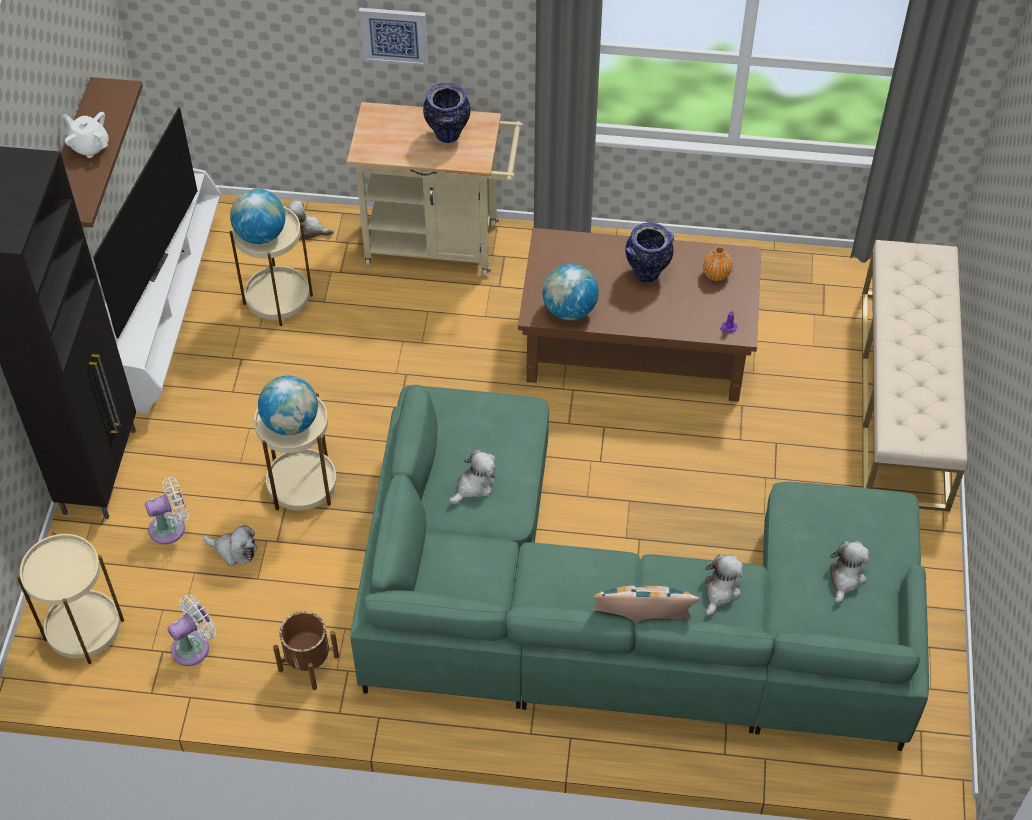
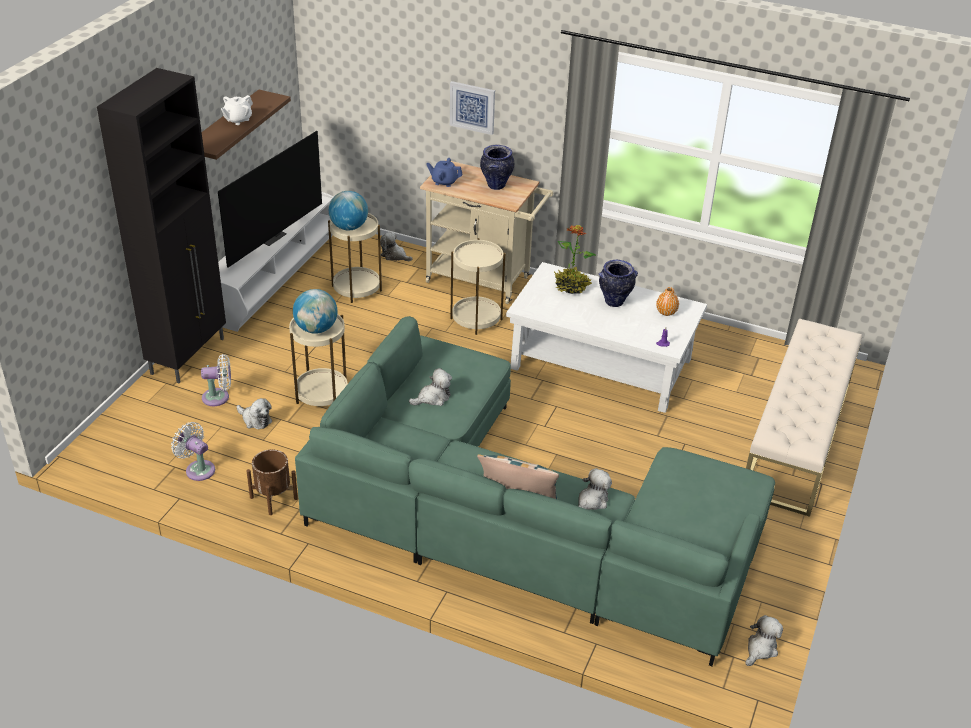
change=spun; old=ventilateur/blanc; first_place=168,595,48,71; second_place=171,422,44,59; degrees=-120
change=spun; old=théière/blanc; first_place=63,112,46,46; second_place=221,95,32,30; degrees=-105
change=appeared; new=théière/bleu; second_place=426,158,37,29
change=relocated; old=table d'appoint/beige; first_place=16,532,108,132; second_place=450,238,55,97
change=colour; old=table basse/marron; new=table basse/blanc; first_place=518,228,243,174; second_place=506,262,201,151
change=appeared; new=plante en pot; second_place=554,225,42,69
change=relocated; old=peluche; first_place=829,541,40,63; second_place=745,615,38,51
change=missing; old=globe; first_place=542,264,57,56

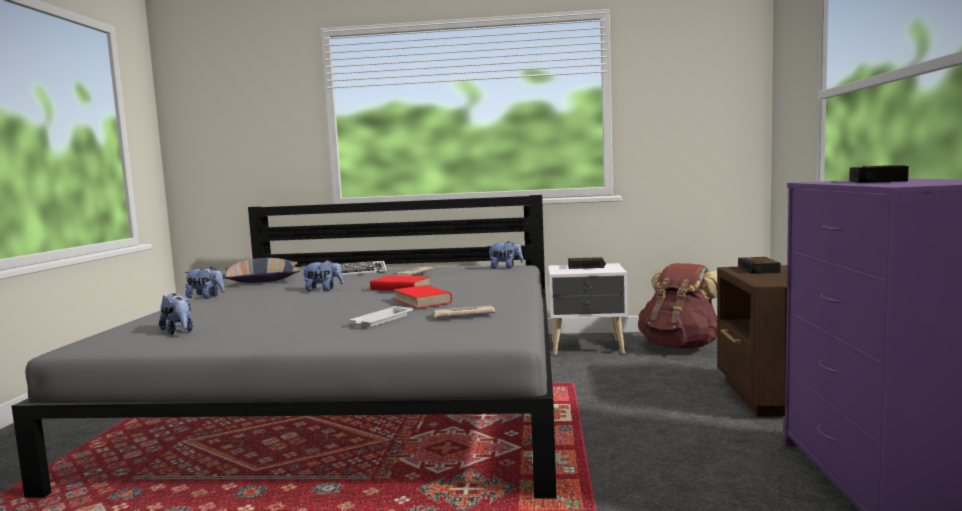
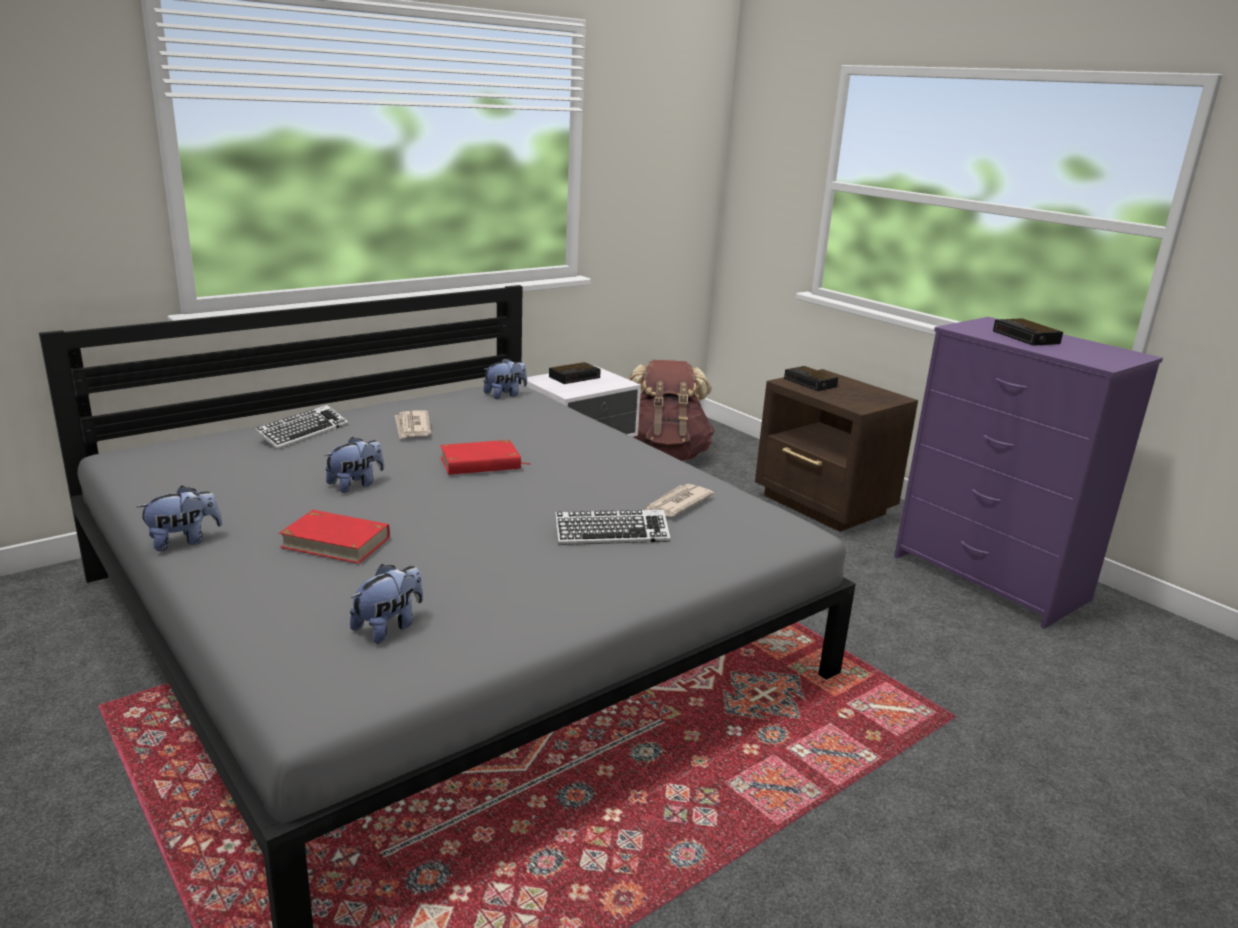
change=relocated; old=livre/rouge; first_place=394,285,58,23; second_place=279,510,111,54
change=spun; old=peluche; first_place=159,292,34,43; second_place=350,564,73,80; degrees=-60
change=exchanged; old=plateau/blanc; new=clavier; first_place=350,306,63,21; second_place=555,509,116,36
change=missing; old=coussin; first_place=222,258,78,25

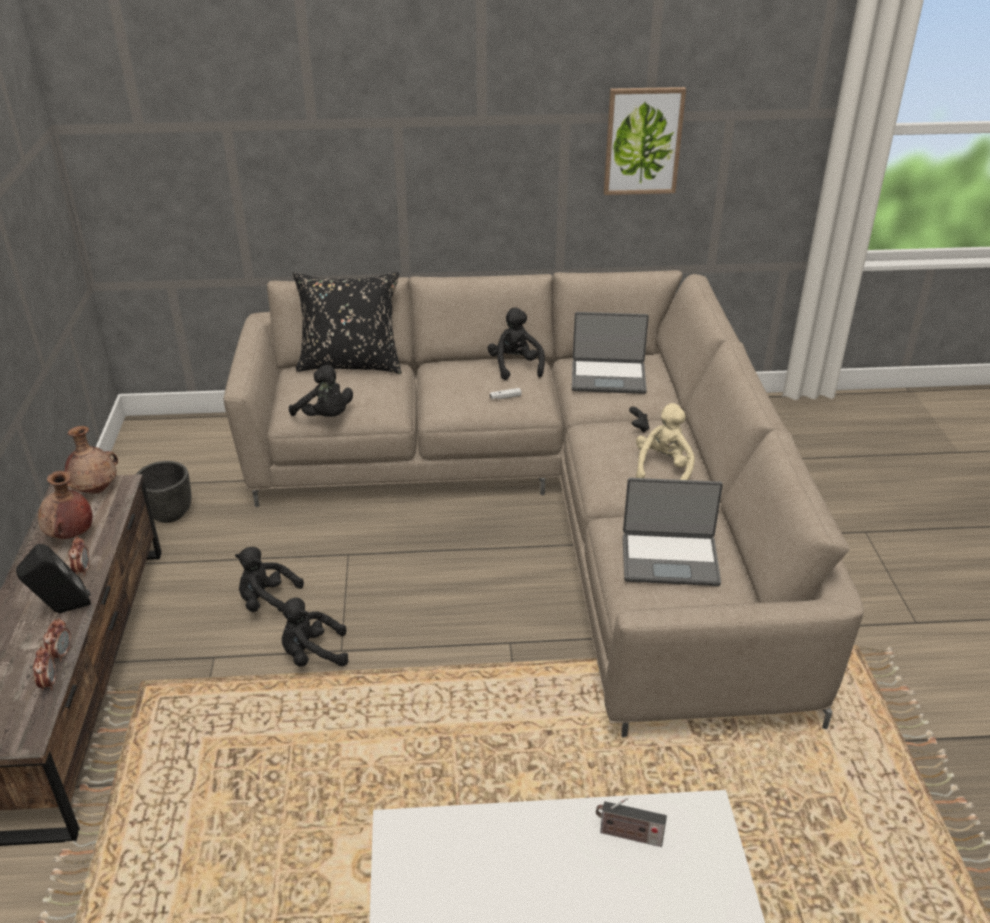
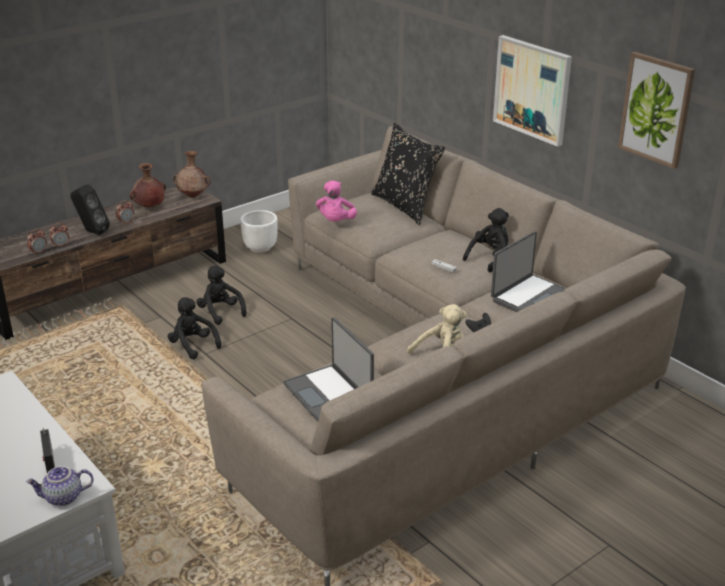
change=appeared; new=théière; second_place=26,466,68,40
change=colour; old=cache-pot/noir; new=cache-pot/blanc; first_place=136,461,56,62; second_place=240,210,38,43
change=colour; old=peluche/noir; new=peluche/rose; first_place=289,365,64,52; second_place=316,180,41,41
change=spun; old=ordinateur portable; first_place=572,312,77,82; second_place=491,231,75,81; degrees=-105
change=appeared; new=tableau; second_place=493,35,79,112

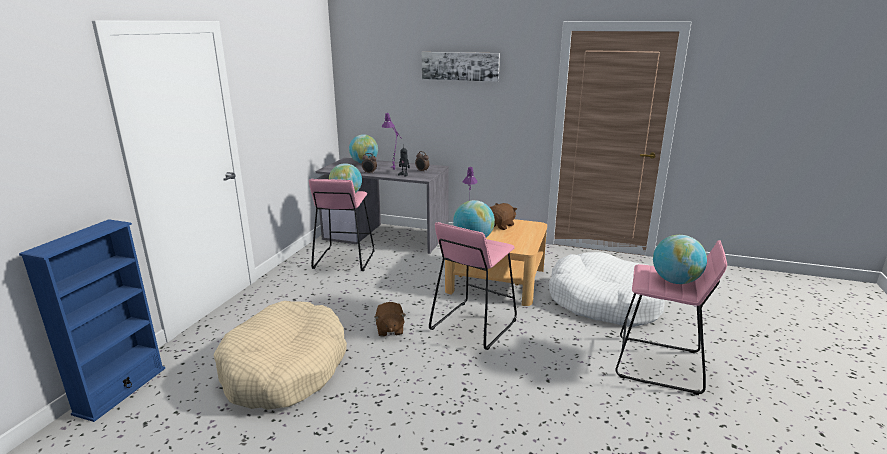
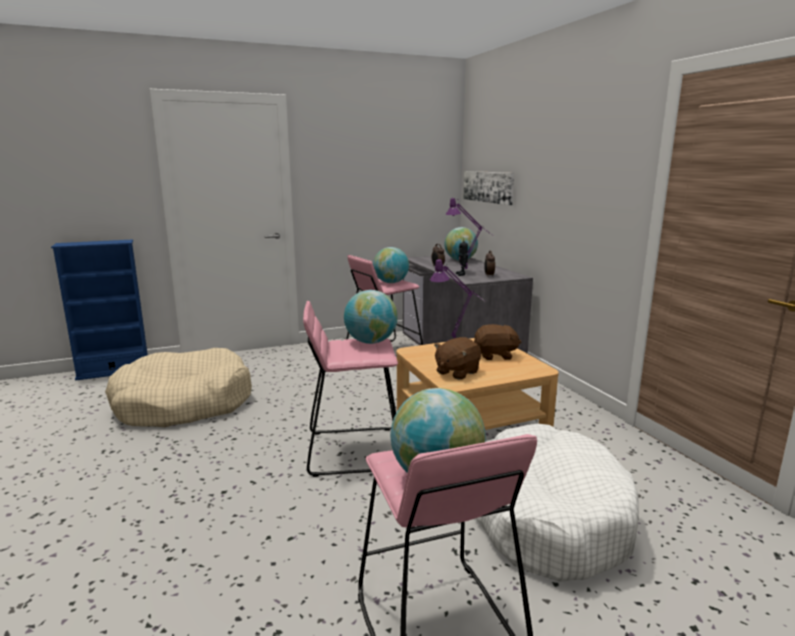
change=relocated; old=peluche/marron; first_place=374,302,32,34; second_place=434,337,47,43
change=relocated; old=tableau; first_place=422,52,78,30; second_place=463,171,51,34

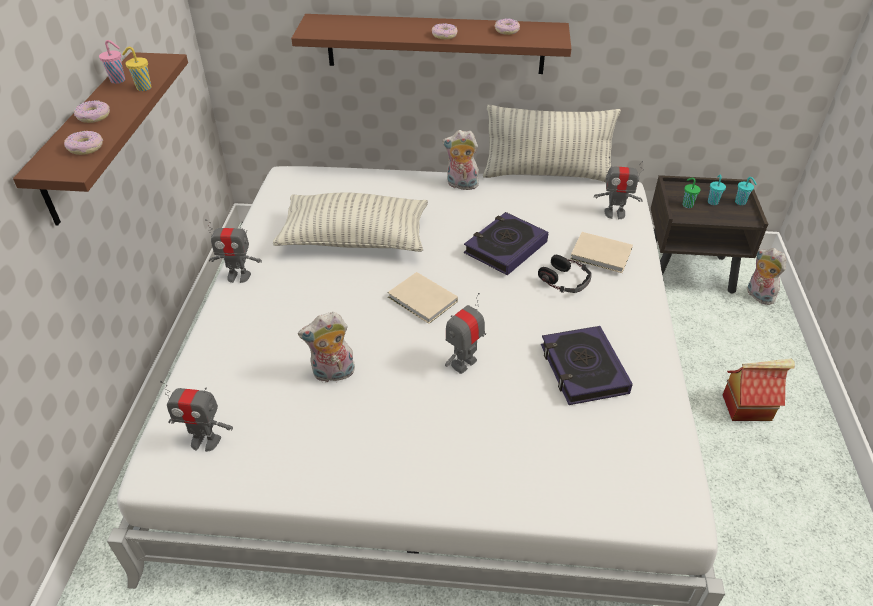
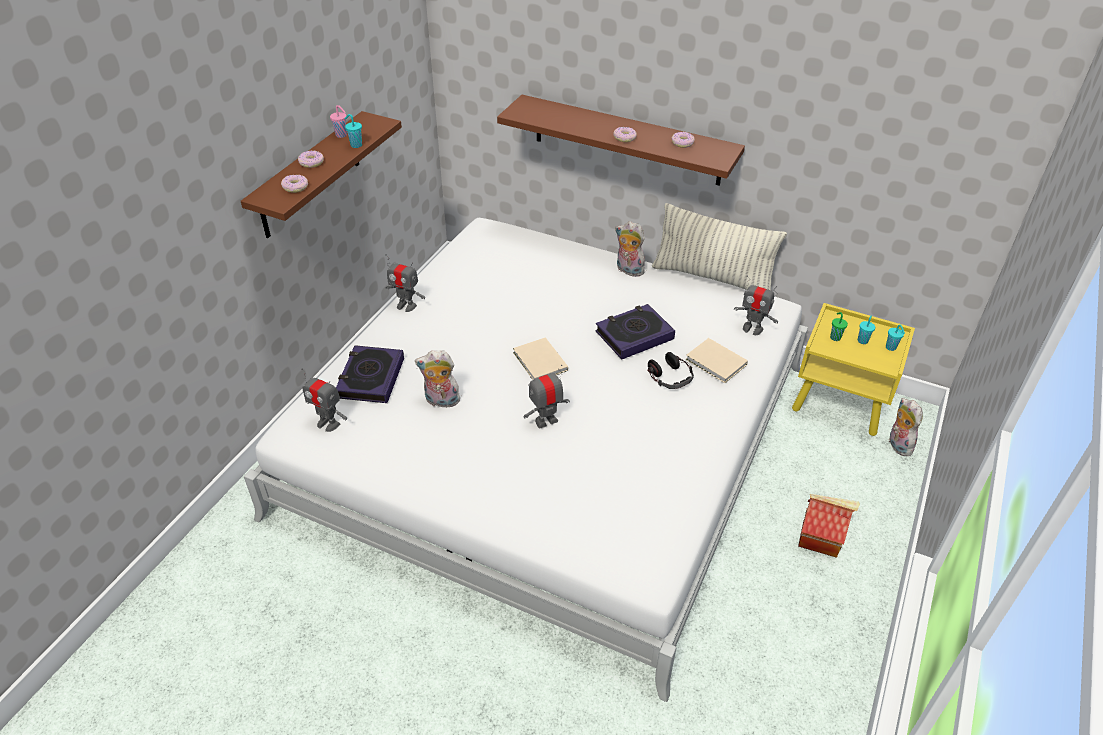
change=relocated; old=livre; first_place=541,326,92,79; second_place=336,345,68,58
change=colour; old=tasse/jaune; new=tasse/turquoise; first_place=122,47,29,44; second_place=345,114,17,34
change=colour; old=table de chevet/marron; new=table de chevet/jaune; first_place=651,175,117,118; second_place=792,303,123,133
change=missing; old=coussin; first_place=273,192,155,60

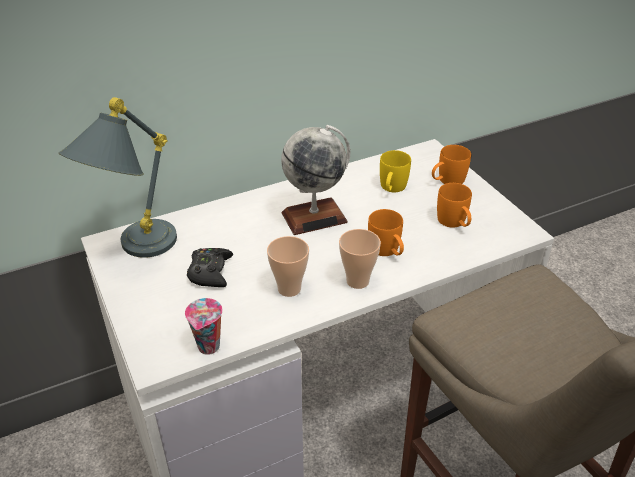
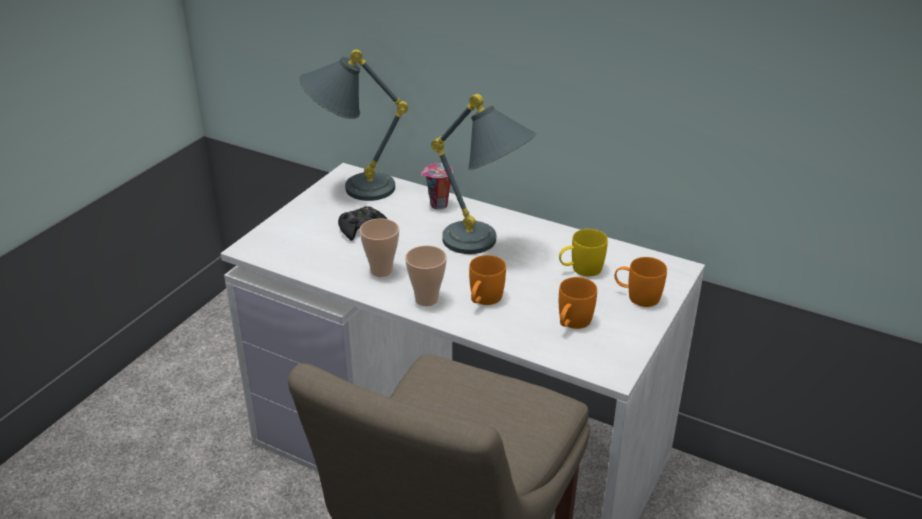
change=relocated; old=tasse; first_place=185,298,38,57; second_place=421,164,32,46
change=exchanged; old=globe; new=lampe de table/gris; first_place=281,125,69,110; second_place=431,94,106,160

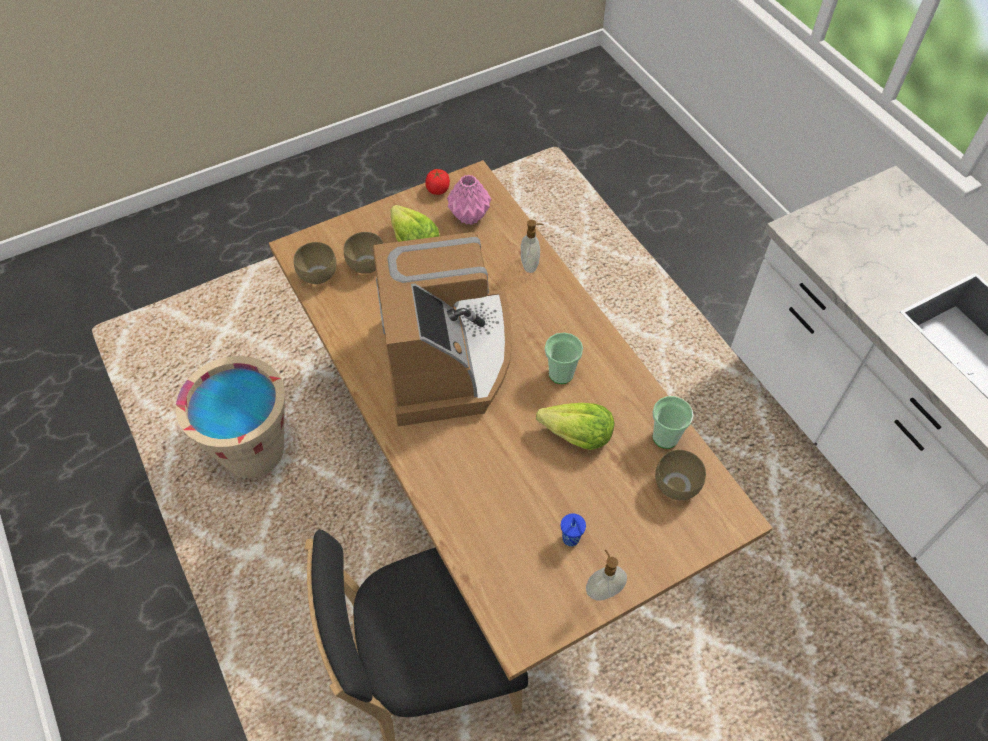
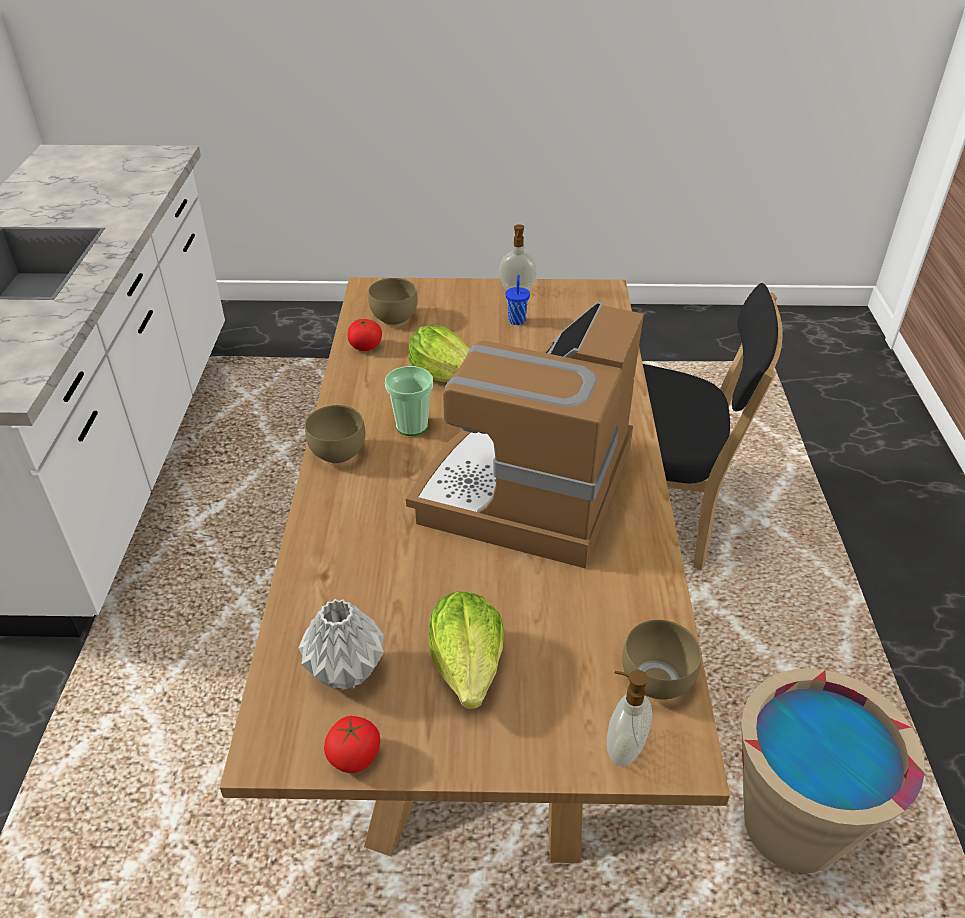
change=colour; old=vase/rose; new=vase/gris; first_place=447,175,44,50; second_place=298,599,86,91
change=relocated; old=bol/marron; first_place=344,232,40,42; second_place=305,405,60,59
change=exchanged; old=tasse; new=tomate; first_place=652,396,41,53; second_place=347,318,35,33
change=relocated; old=distributeur de savon; first_place=521,220,23,53; second_place=607,670,45,97

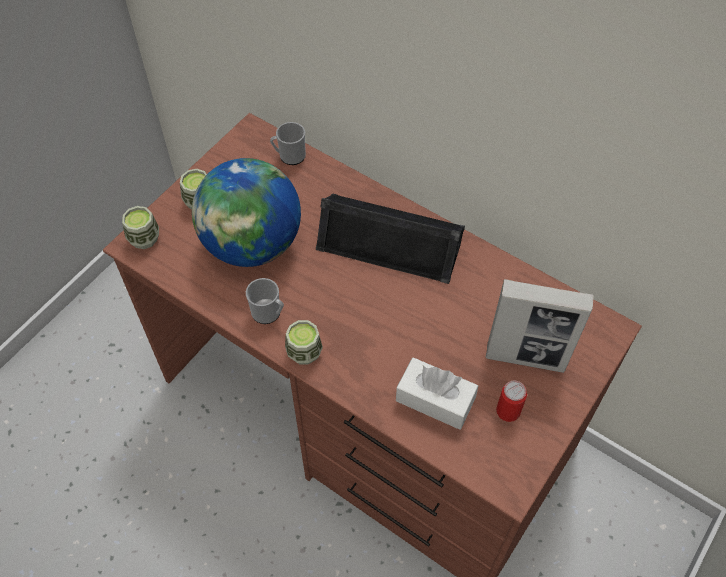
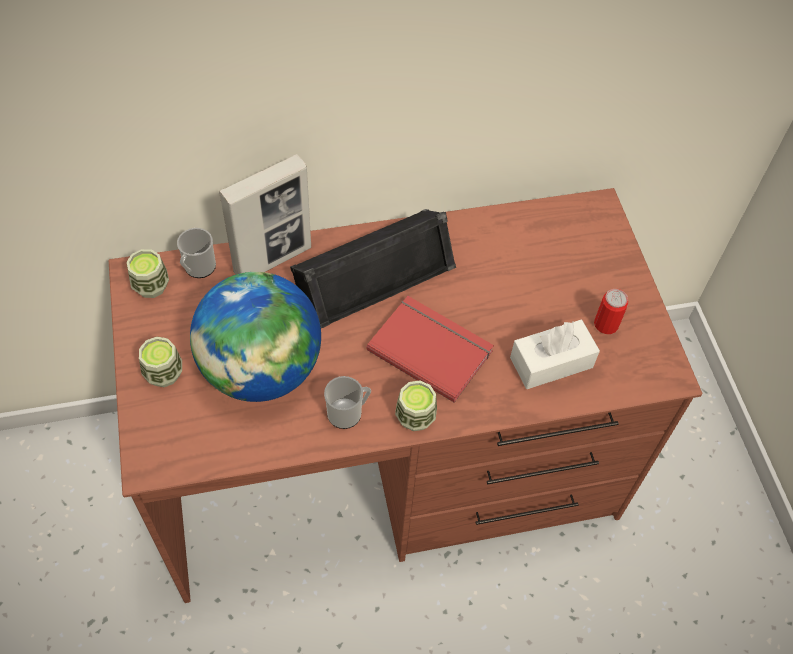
change=relocated; old=tasse; first_place=122,206,37,43; second_place=127,249,42,49
change=relocated; old=cadre photo; first_place=486,279,108,94; second_place=219,154,92,120
change=appeared; new=livre/rouge; second_place=366,296,128,106

